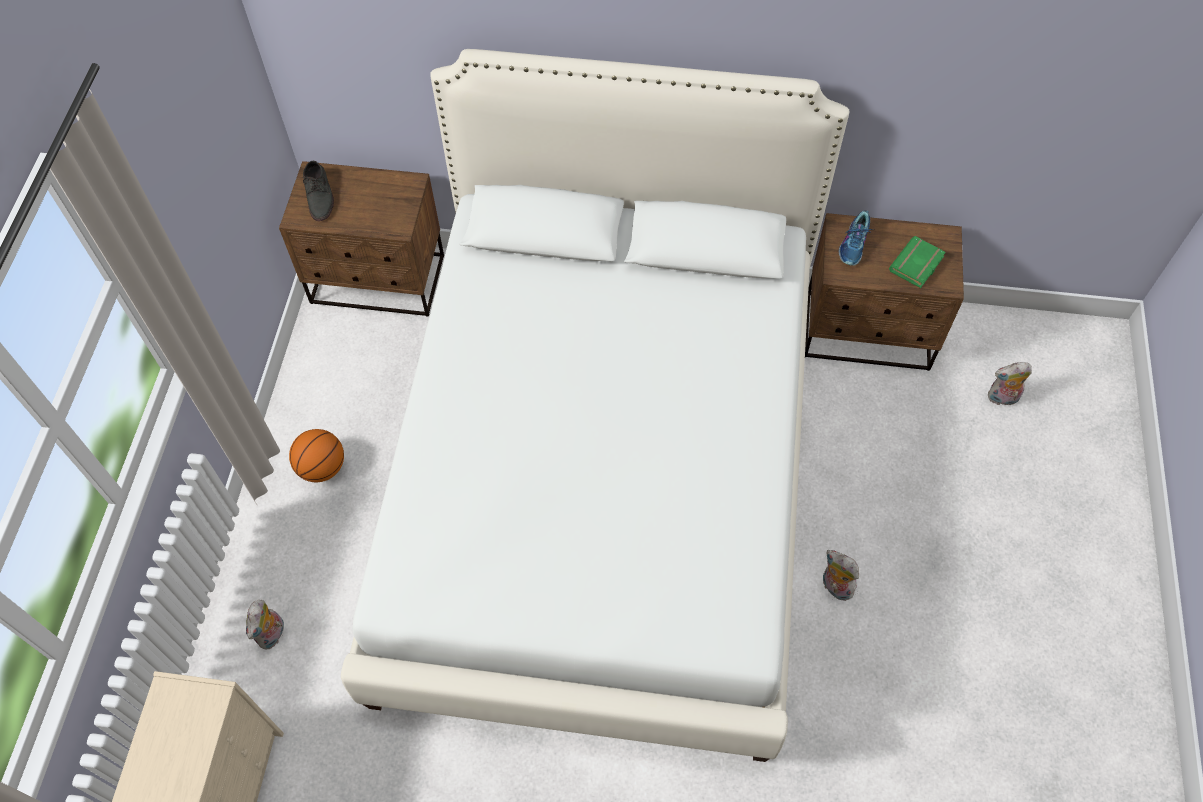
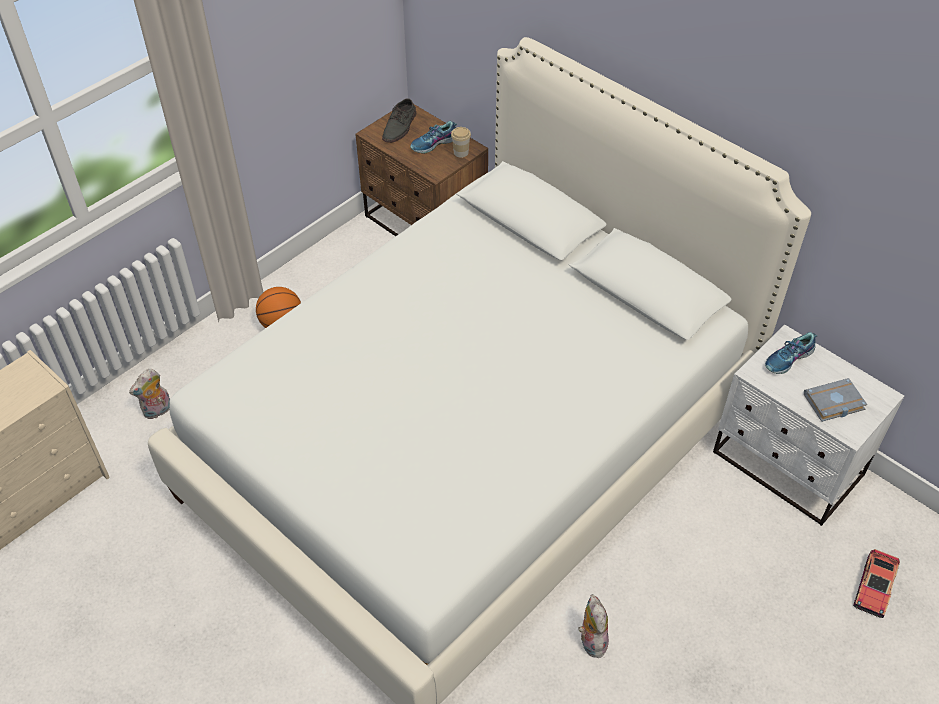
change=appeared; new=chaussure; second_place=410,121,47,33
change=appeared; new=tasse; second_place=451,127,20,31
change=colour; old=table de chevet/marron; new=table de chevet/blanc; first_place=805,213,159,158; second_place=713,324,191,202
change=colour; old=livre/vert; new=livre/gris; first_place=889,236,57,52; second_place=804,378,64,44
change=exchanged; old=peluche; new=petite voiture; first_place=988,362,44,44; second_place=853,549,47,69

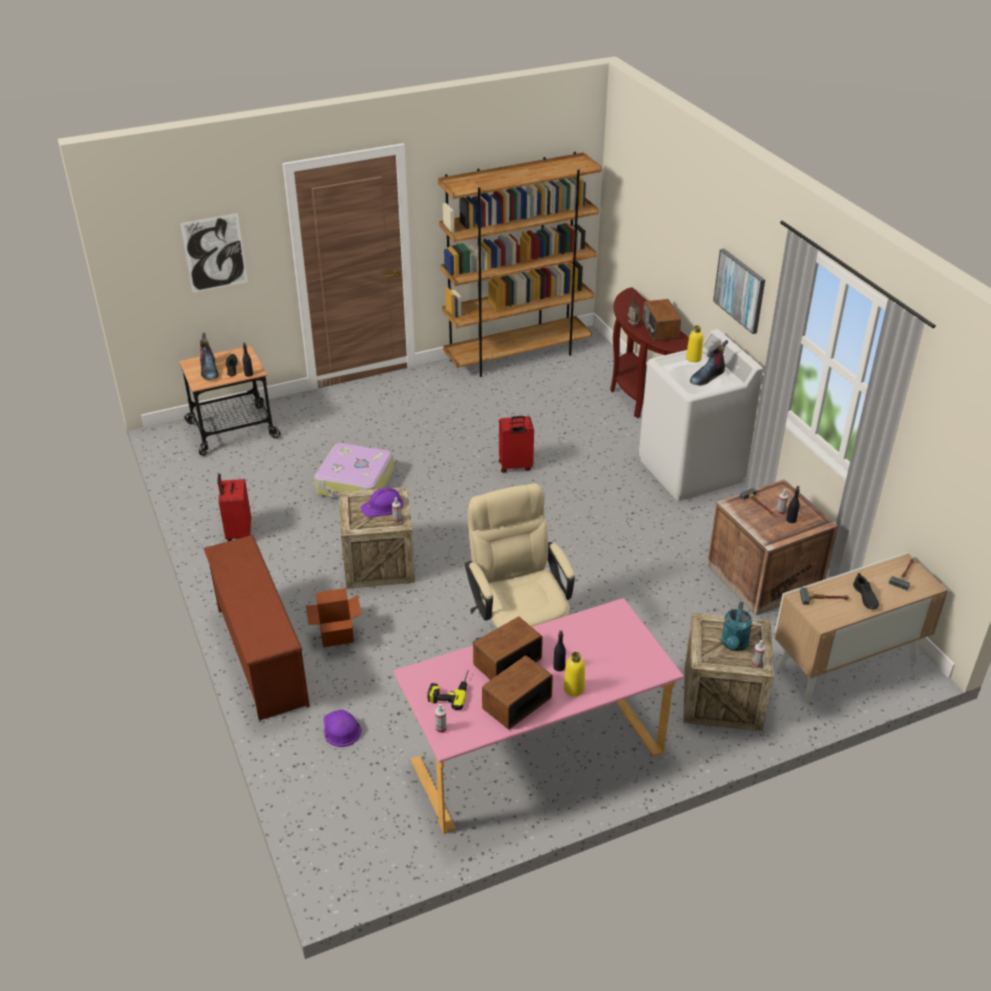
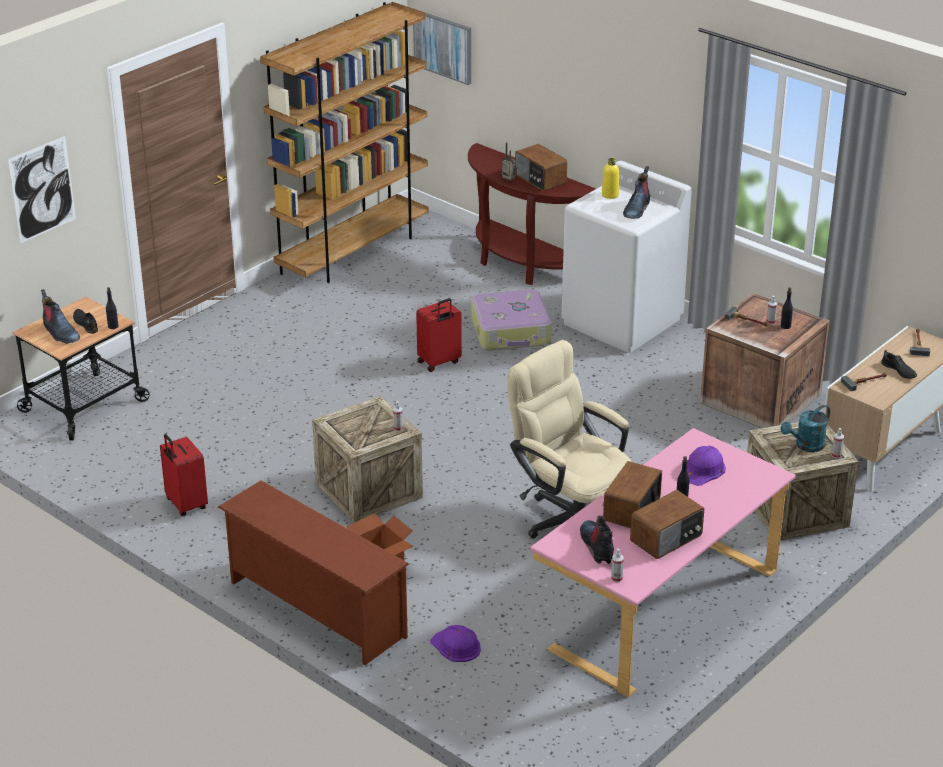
change=relocated; old=tableau; first_place=713,249,52,85; second_place=413,9,58,76
change=relocated; old=valise; first_place=314,443,80,56; second_place=471,290,80,60
change=exchanged; old=perceuse; new=botte; first_place=427,671,41,39; second_place=580,515,34,49
change=spun; old=radio; first_place=482,656,71,74; second_place=630,490,74,69; degrees=-150
change=relocated; old=casque de chantier/violet; first_place=360,487,43,30; second_place=687,445,39,41
change=spun; old=arrosoir/turquoise; first_place=721,602,32,49; second_place=781,405,49,47; degrees=60
change=missing; old=bouteille/jaune; first_place=564,652,21,44

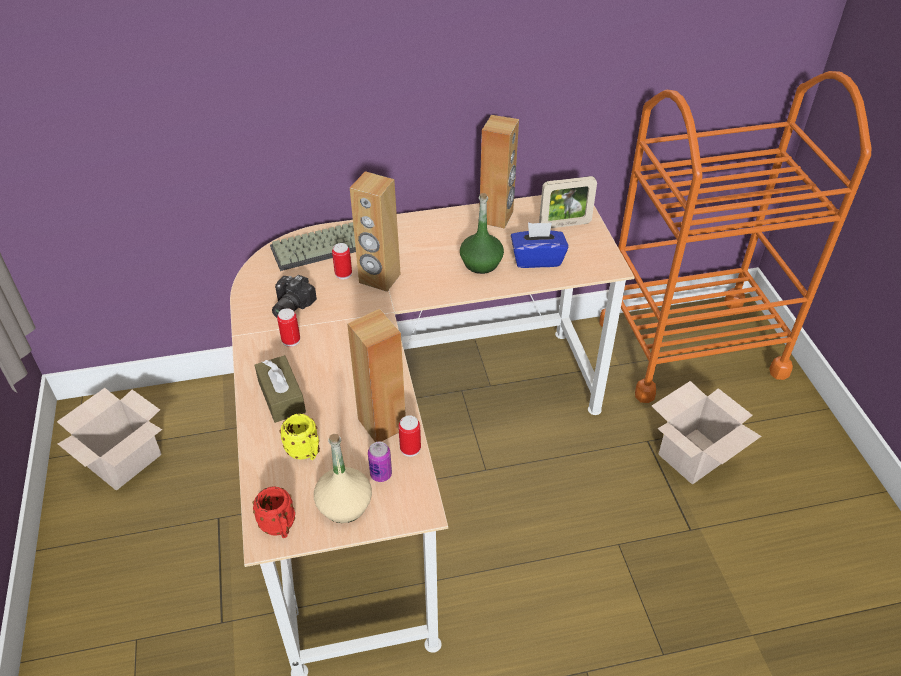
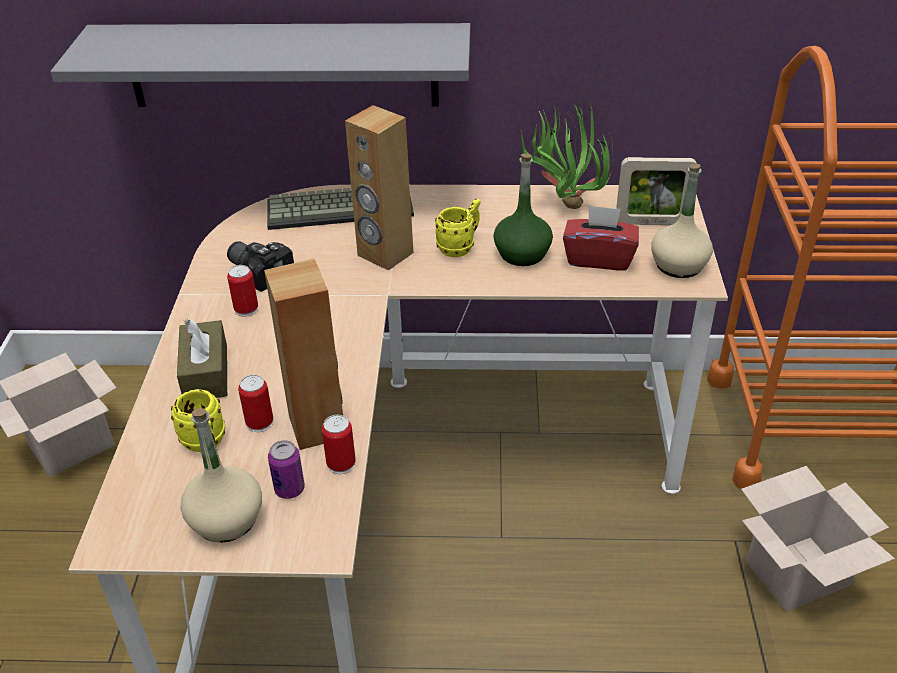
change=appeared; new=étagère/gris; second_place=50,23,420,84
change=spun; old=appareil photo; first_place=272,275,45,43; second_place=227,241,67,51; degrees=90
change=relocated; old=boîte métallique; first_place=332,243,20,36; second_place=238,375,35,57
change=appeared; new=mug/jaune; second_place=435,199,46,58
change=exchanged; old=enceinte/marron; new=plante en pot; first_place=479,115,40,114; second_place=520,102,93,107
change=colour; old=boîte à mouchoirs/bleu; new=boîte à mouchoirs/rouge; first_place=511,223,57,45; second_place=563,205,76,66
change=appeared; new=bouteille/beige; second_place=651,163,62,115
change=missing; old=mug/rouge; first_place=253,486,42,52

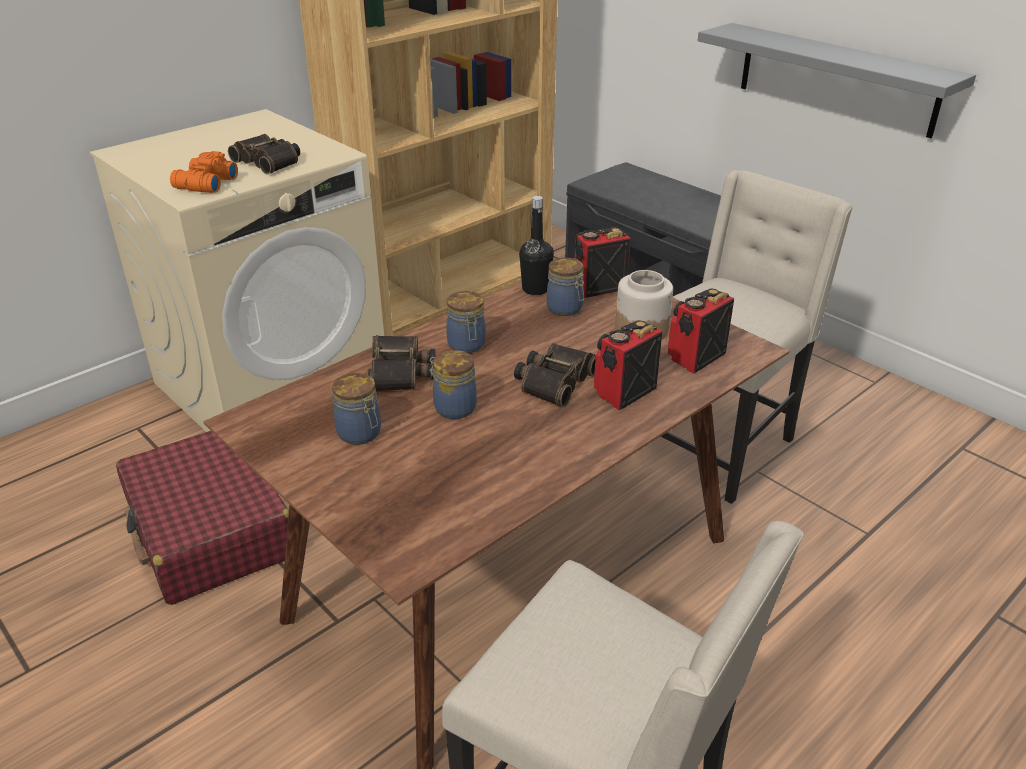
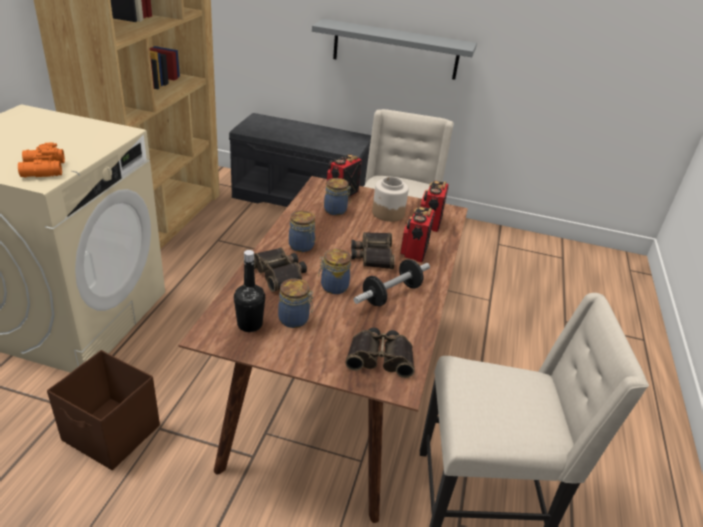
change=exchanged; old=valise/rouge; new=boîte de rangement/marron; first_place=116,431,173,174; second_place=47,350,113,120
change=relocated; old=bouteille/noir; first_place=519,196,35,99; second_place=234,250,31,82
change=relocated; old=jumelles; first_place=228,134,72,40; second_place=345,328,70,50
change=appeared; new=haltère; second_place=353,259,77,47

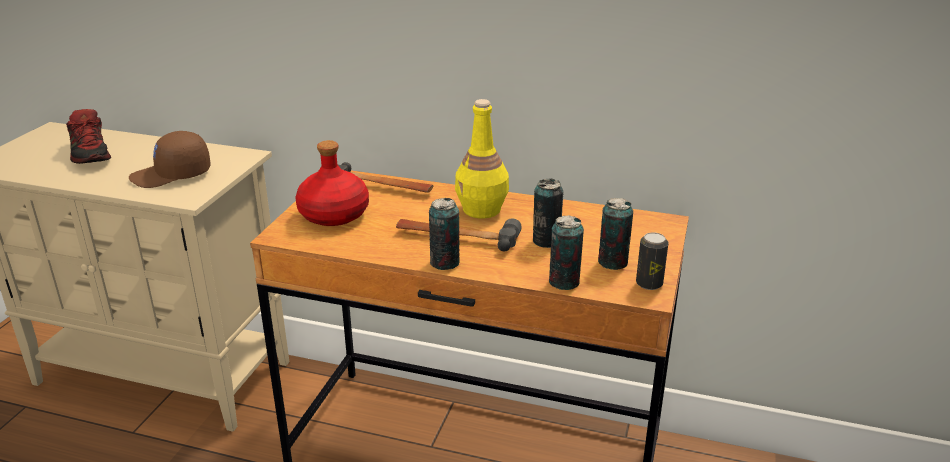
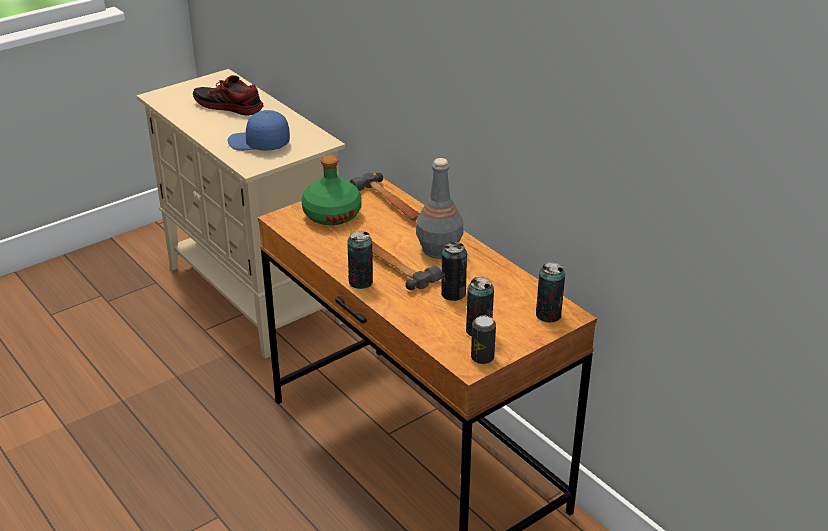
change=spun; old=chaussure; first_place=66,109,45,55; second_place=193,75,71,41; degrees=105
change=colour; old=casquette/marron; new=casquette/bleu; first_place=129,131,81,57; second_place=227,110,63,41
change=colour; old=bouteille/rouge; new=bouteille/vert; first_place=296,140,73,86; second_place=301,155,61,70
change=colour; old=bouteille/jaune; new=bouteille/gris; first_place=455,99,54,119; second_place=416,158,48,101
change=relocated; old=boîte métallique; first_place=549,215,35,75; second_place=536,262,29,60

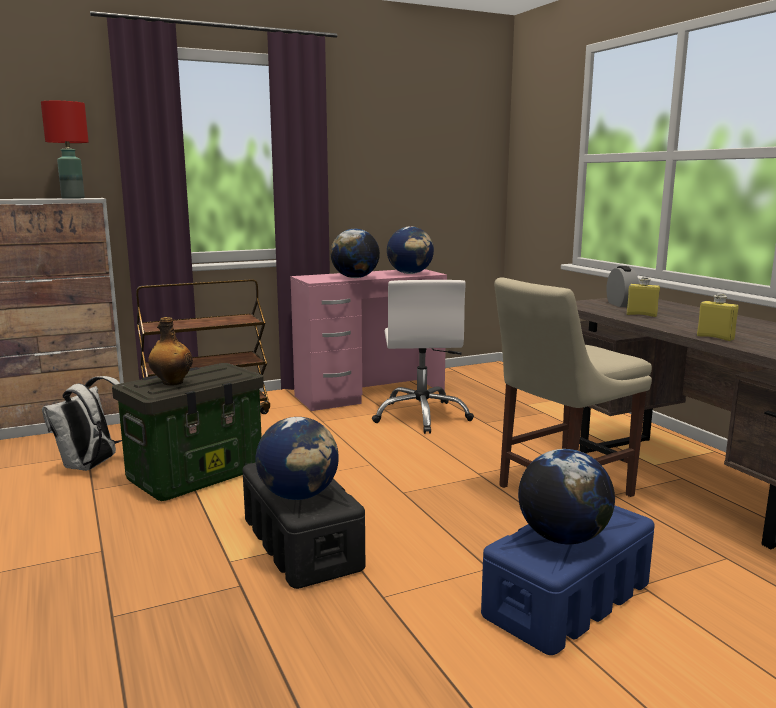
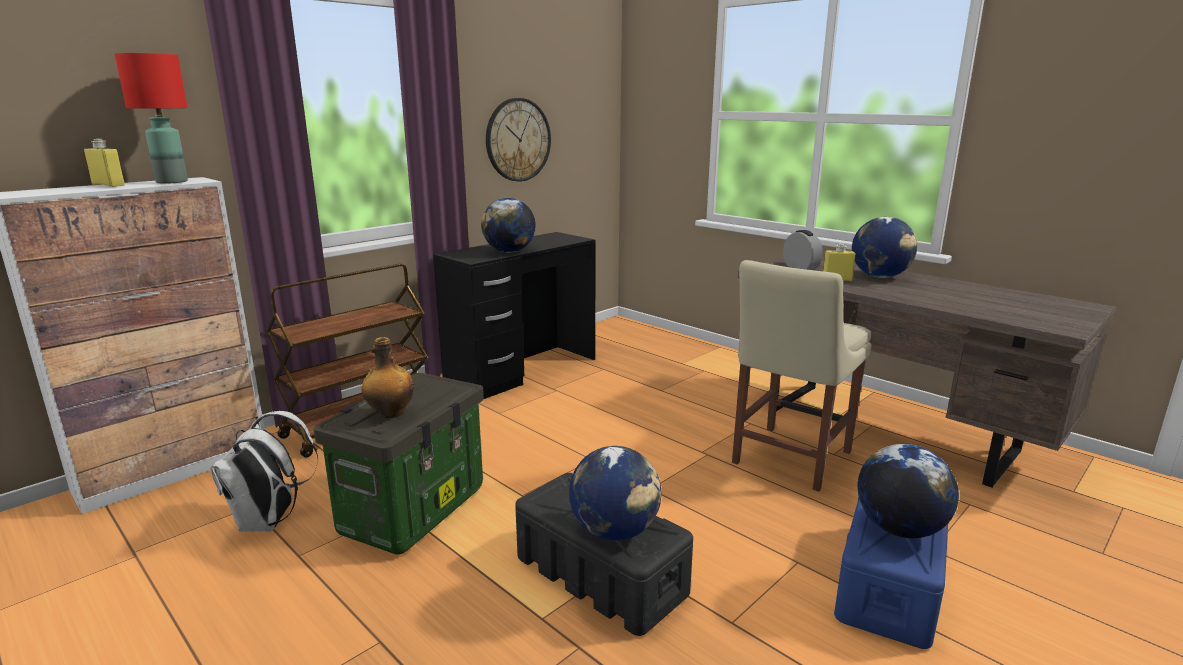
change=relocated; old=bouteille/jaune; first_place=697,293,41,48; second_place=84,139,41,48
change=colour; old=bureau/rose; new=bureau/noir; first_place=290,269,157,142; second_place=433,232,162,167
change=appeared; new=horloge murale; second_place=486,98,65,84
change=relocated; old=globe; first_place=387,226,47,48; second_place=852,217,65,61
change=missing; old=chaise de bureau/blanc; first_place=372,280,102,154

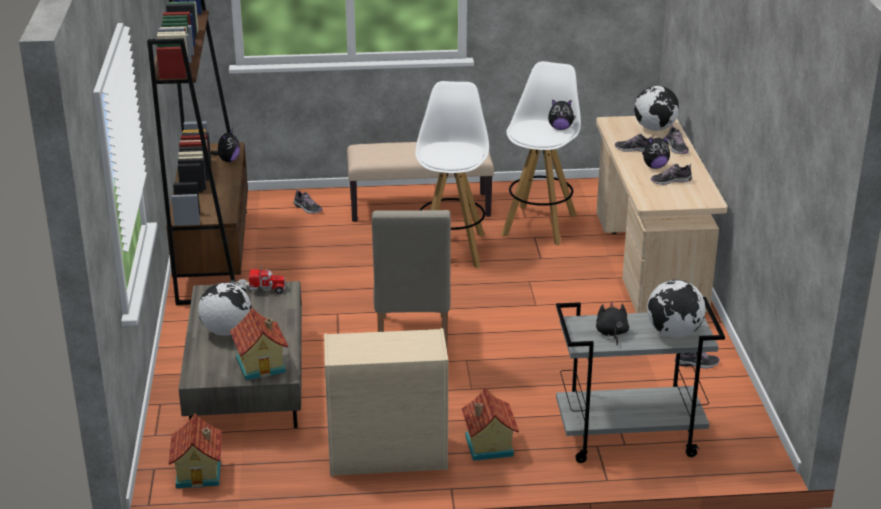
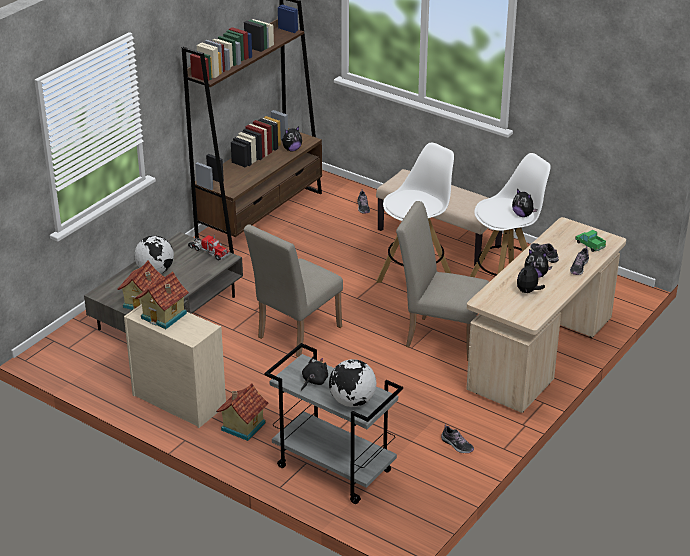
change=relocated; old=maison miniature; first_place=168,414,54,74; second_place=135,272,54,57
change=appeared; new=chaise/beige; second_place=396,201,93,160
change=exchanged; old=chaussure; new=peluche; first_place=651,164,41,21; second_place=517,261,28,32
change=exchanged; old=globe; new=camion jouet; first_place=634,86,45,45; second_place=575,230,31,22

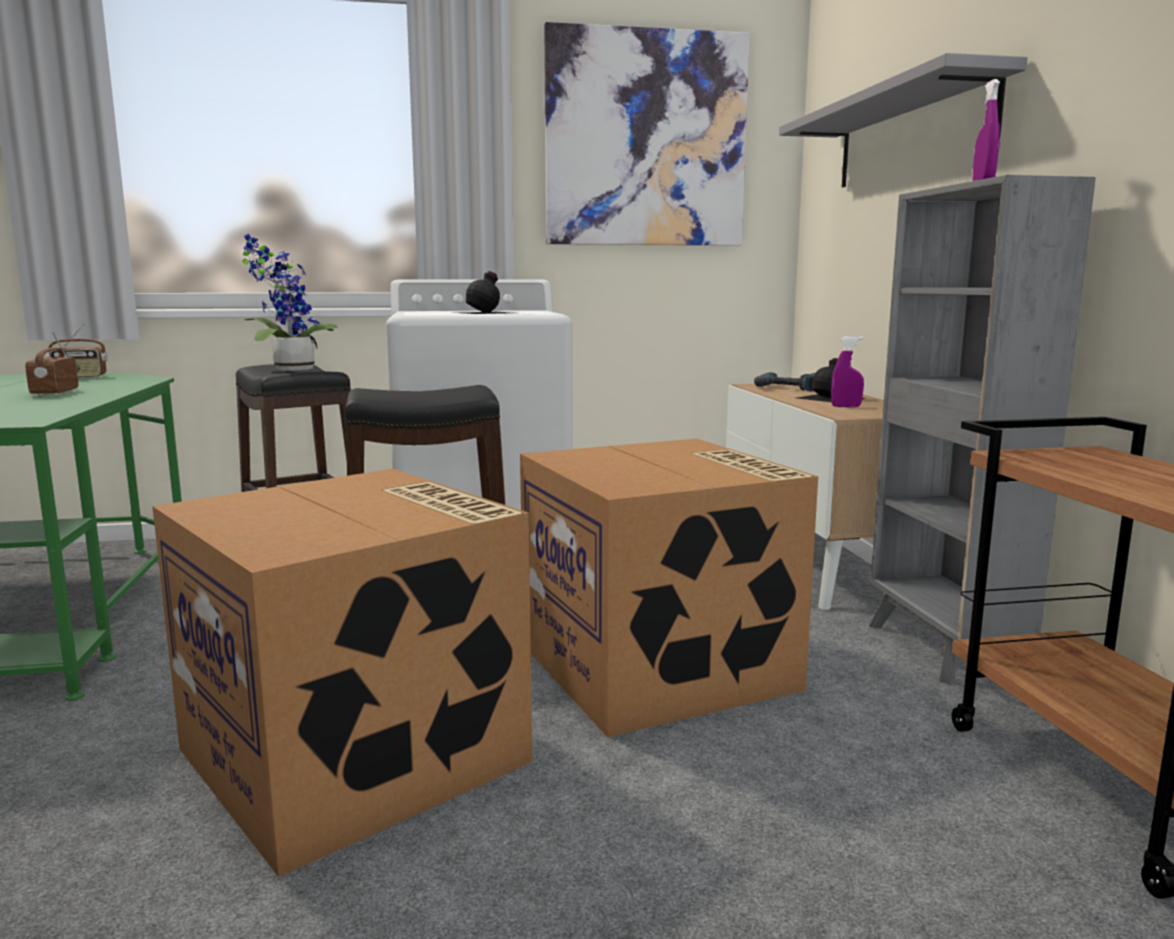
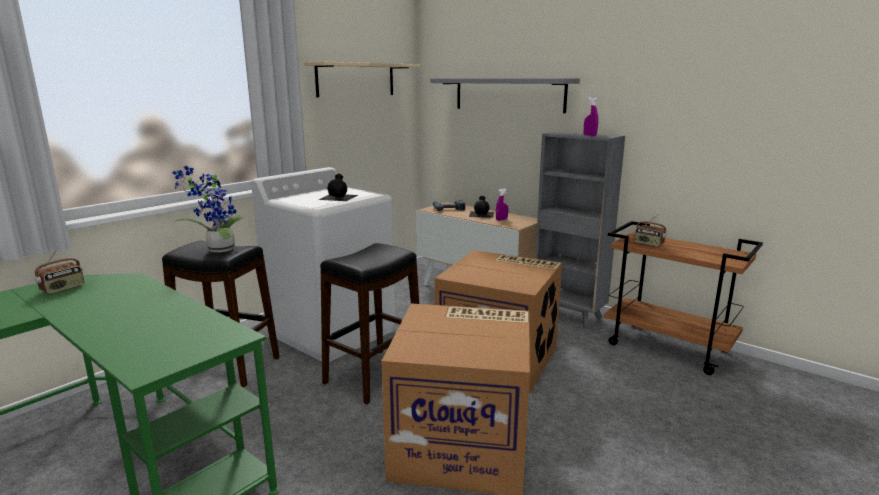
change=exchanged; old=tableau; new=étagère/beige; first_place=544,22,206,224; second_place=304,62,116,35
change=relocated; old=radio; first_place=25,331,53,64; second_place=634,214,33,33

